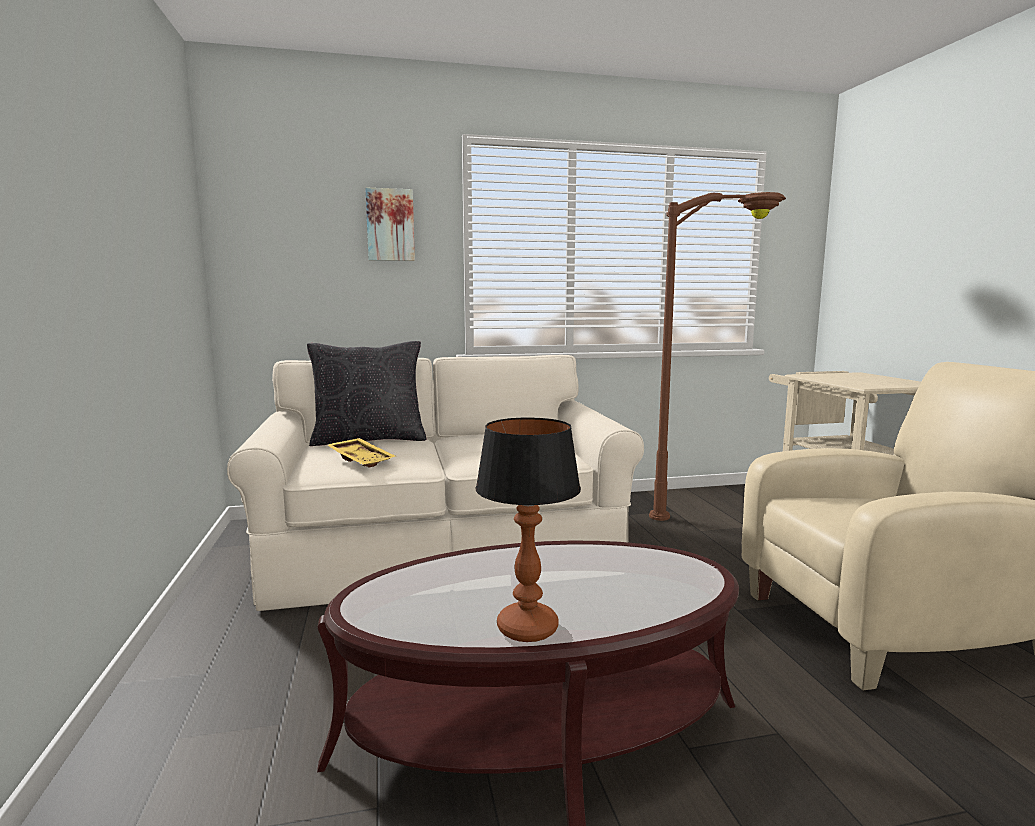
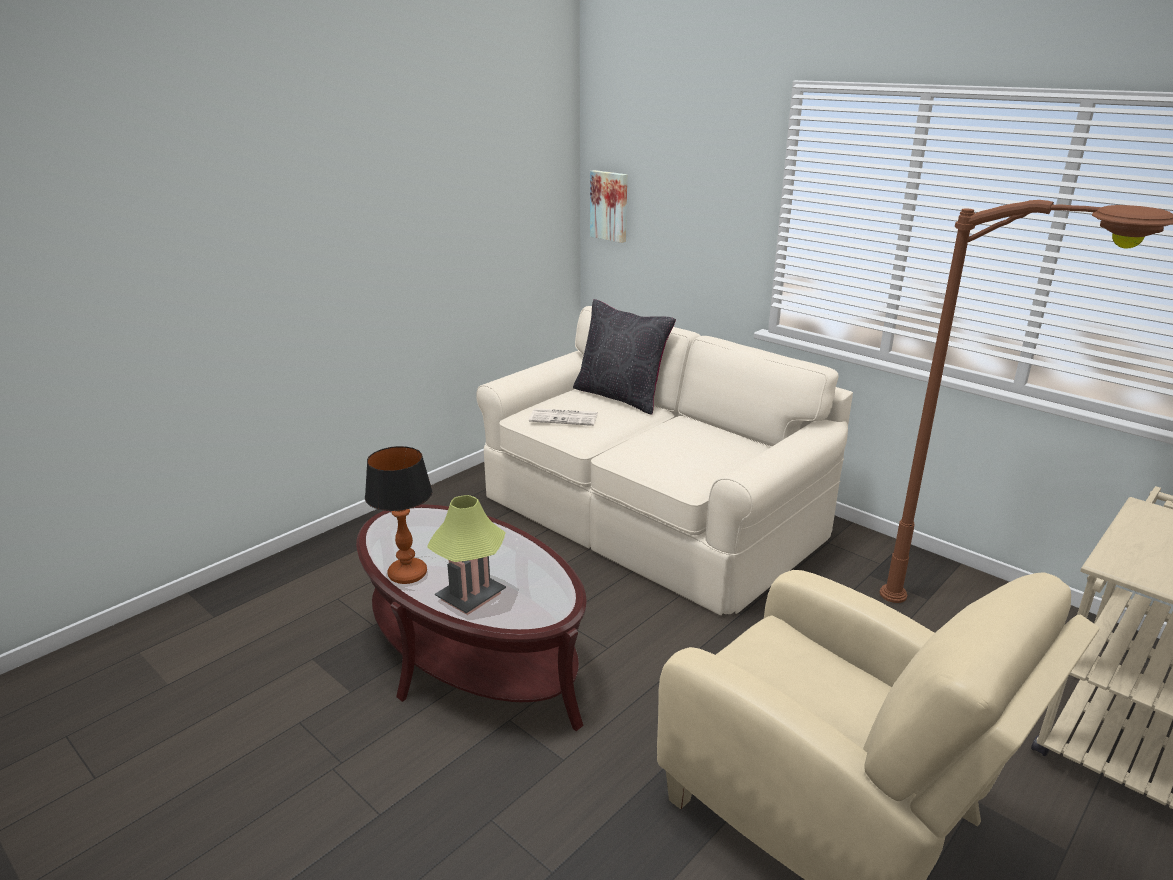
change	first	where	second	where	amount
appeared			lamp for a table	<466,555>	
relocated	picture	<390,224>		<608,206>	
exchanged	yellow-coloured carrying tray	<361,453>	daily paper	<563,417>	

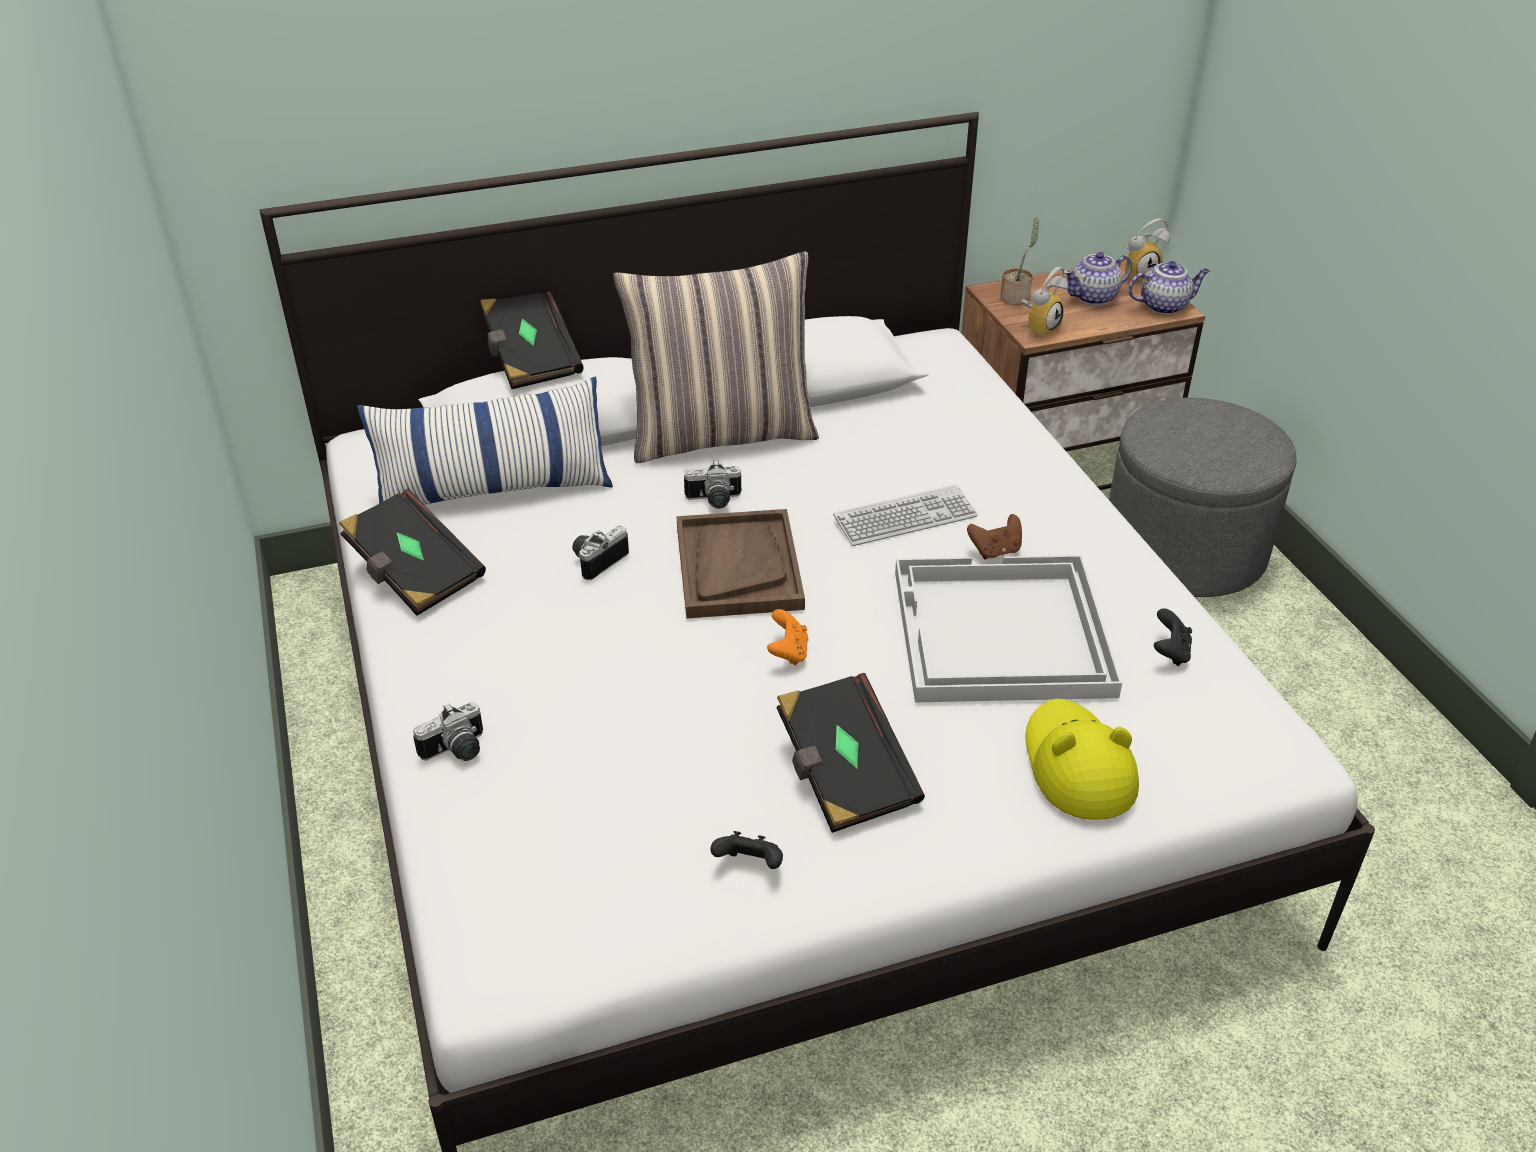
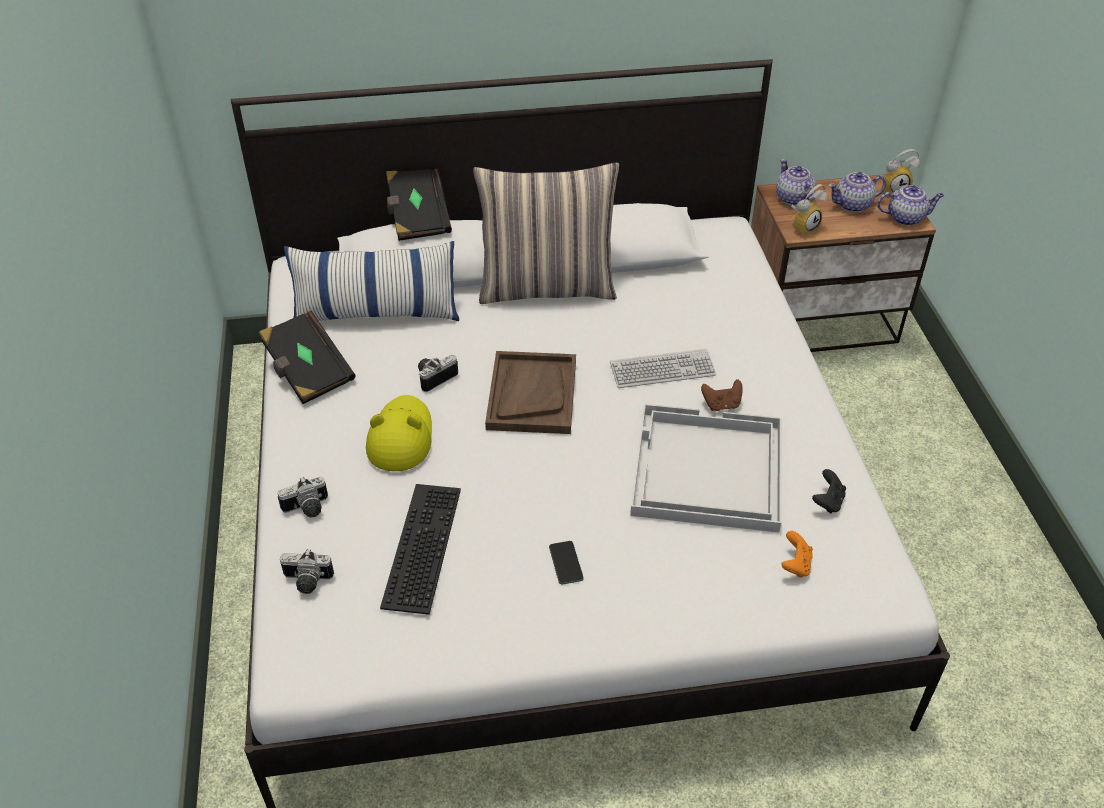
change	first	where	second	where	amount
missing	blackish game controller	<746,850>			
missing	greyish pouffe	<1203,497>			
appeared			keyboard	<420,549>	
relocated	still camera	<712,484>		<307,571>	
relocated	orange game controller	<788,637>		<797,554>	
relocated	yellow-coloured hat	<1082,759>		<399,433>	
exchanged	blackish book	<851,753>	phone	<566,563>	
exchanged	plant in a pot	<1019,261>	pot for tea	<795,182>	

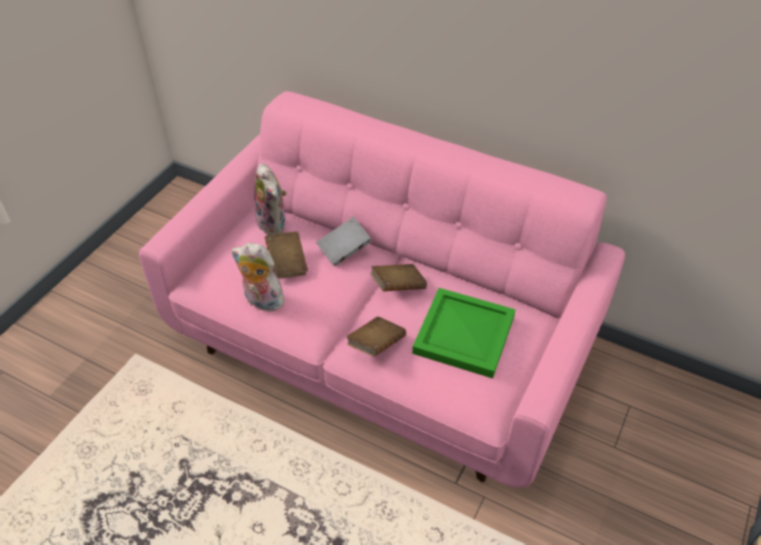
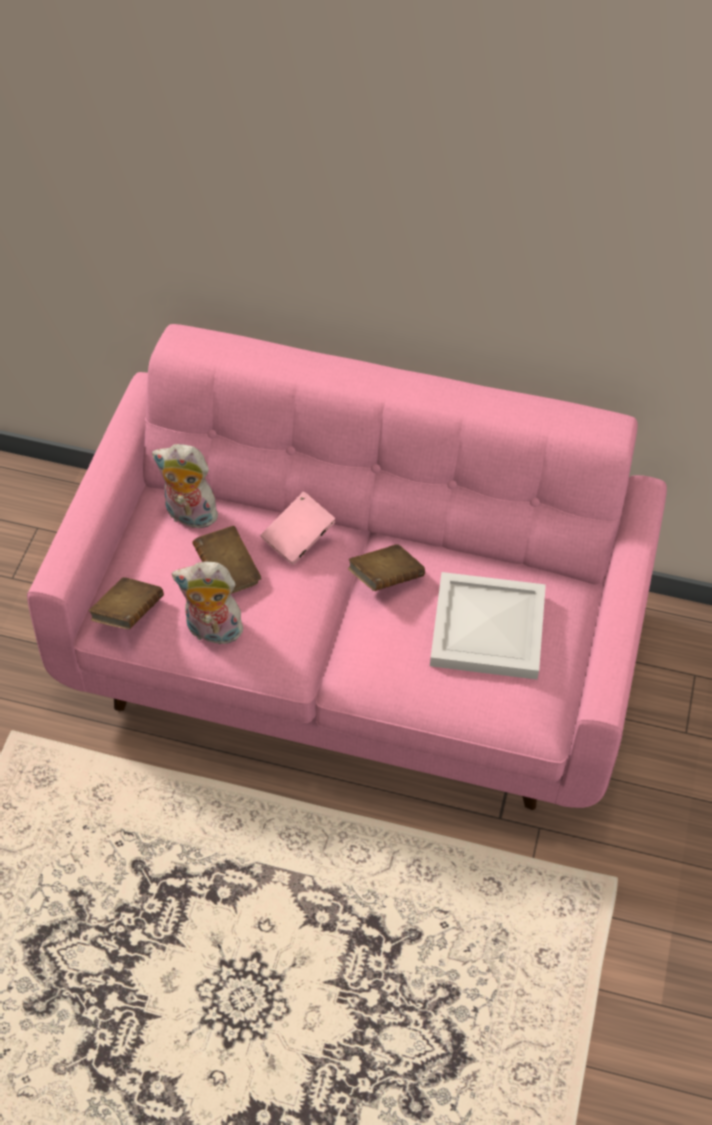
change	first	where	second	where	amount
relocated	brownish book	<376,337>		<126,603>	
colour	greyish book	<343,241>	pink book	<297,528>	
colour	green-coloured carrying tray	<464,333>	whitish carrying tray	<488,626>	
spun	plush toy	<271,198>		<185,486>	150 degrees clockwise

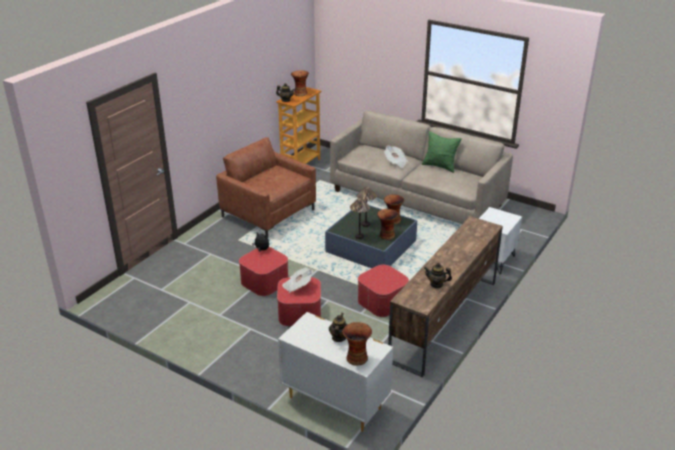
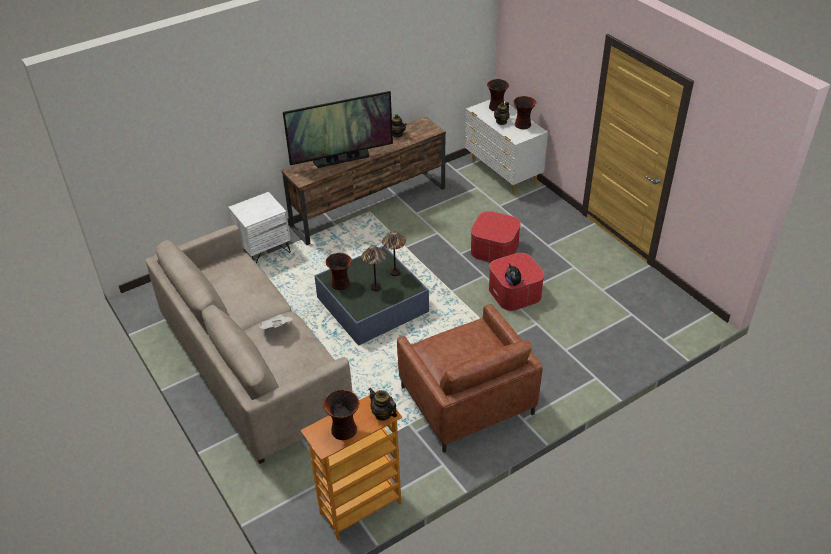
change	first	where	second	where	amount
missing	daily paper	<297,280>			
missing	pouffe	<383,291>			
missing	green-coloured throw pillow	<442,152>			
appeared			television	<338,129>	
relocated	decorative vase	<387,224>		<525,113>	

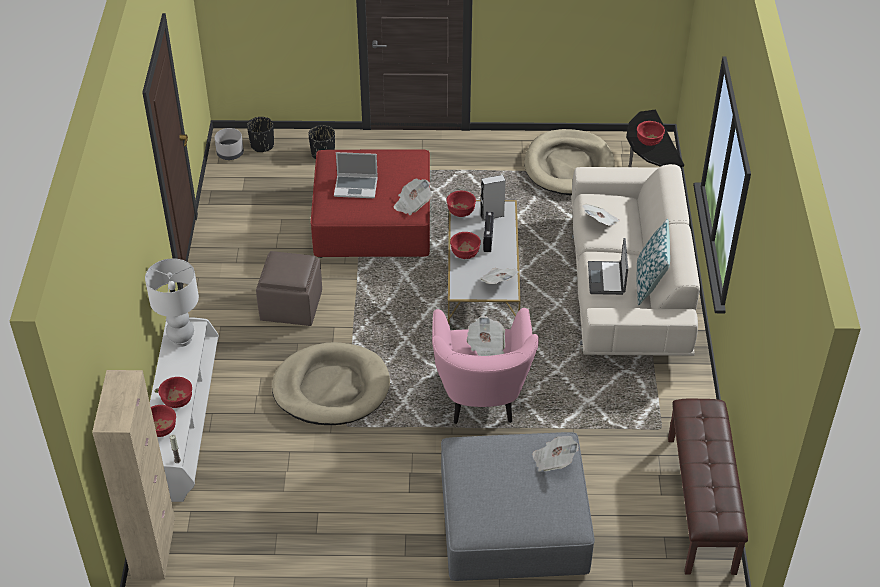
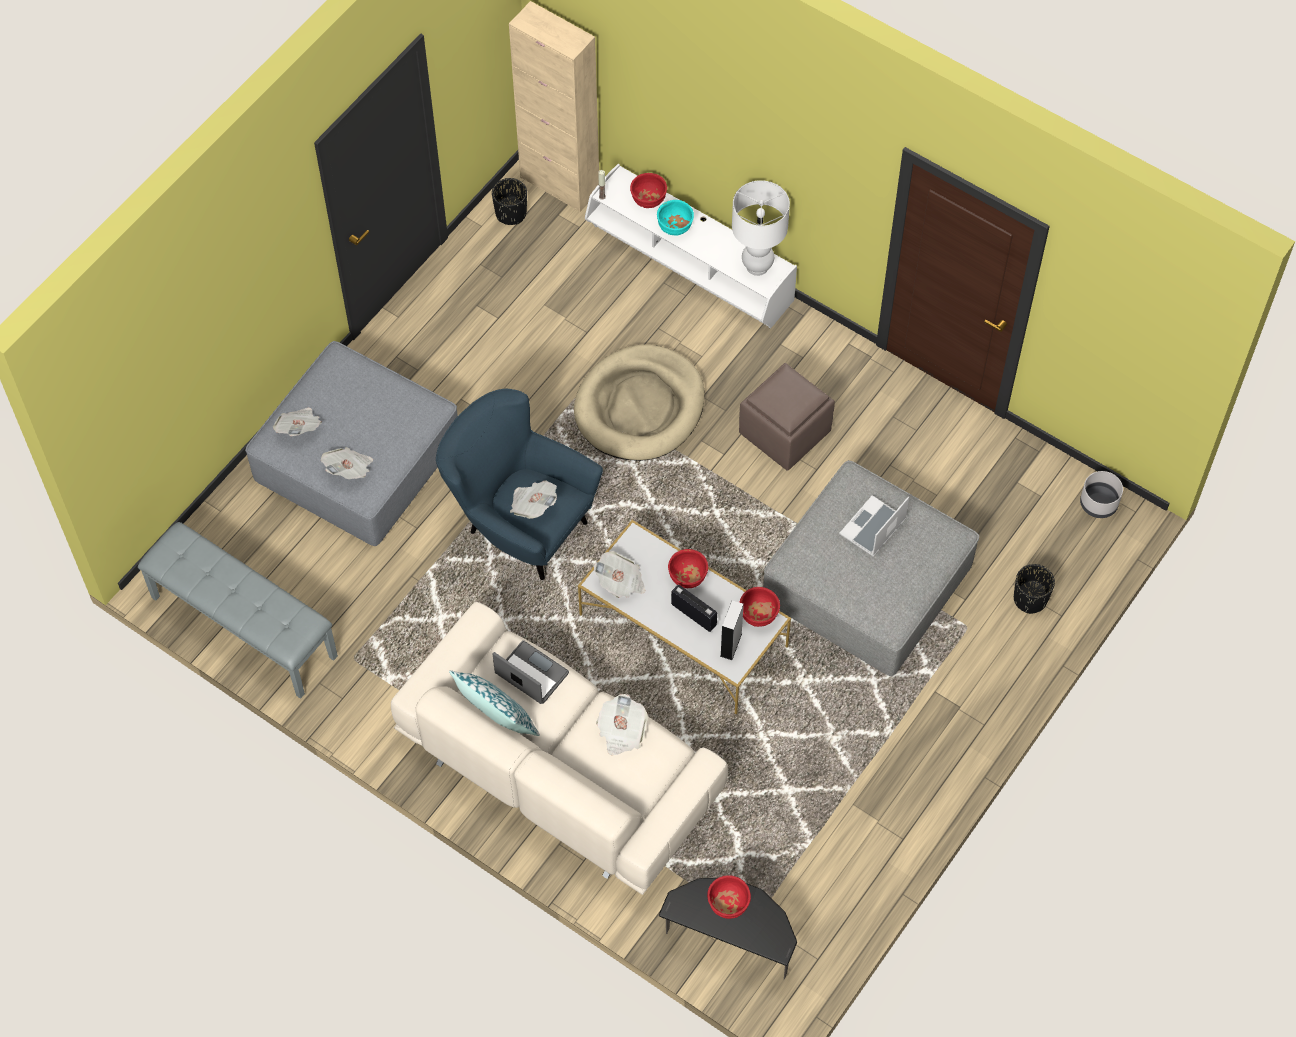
change	first	where	second	where	amount
missing	beige pet bed	<569,162>			
relocated	blackish plant pot	<260,134>		<509,201>	
relocated	daily paper	<413,197>		<297,422>	
colour	red-coloured serving bowl	<175,392>	blue-green serving bowl	<675,218>	
colour	red-coloured pouffe	<370,204>	greyish pouffe	<871,568>	
colour	pink easy chair	<485,366>	bluish easy chair	<519,484>	
colour	brownish indoor bench	<708,486>	greyish indoor bench	<238,610>	

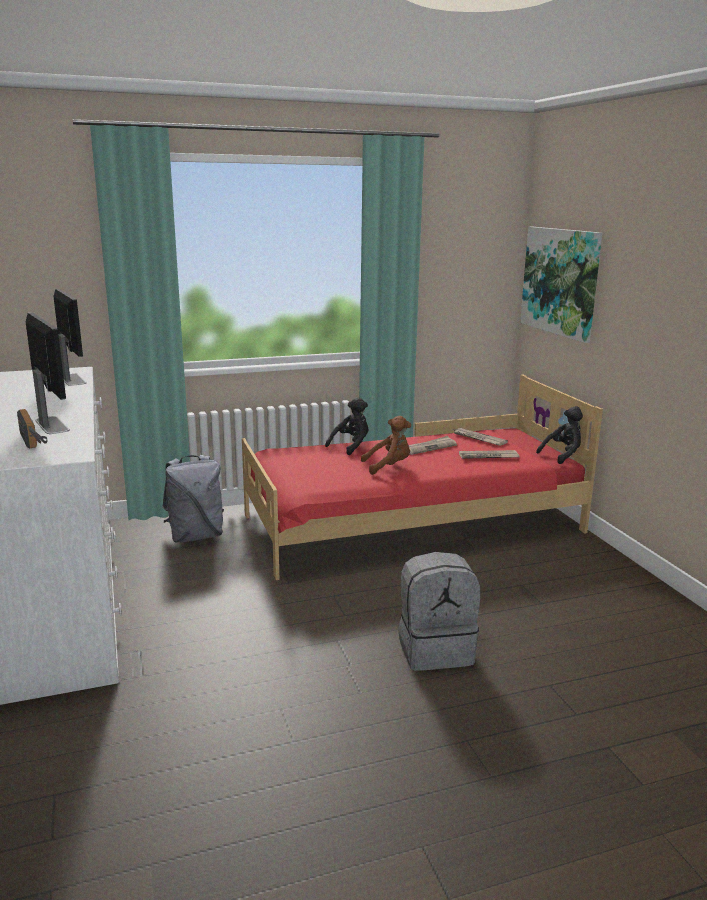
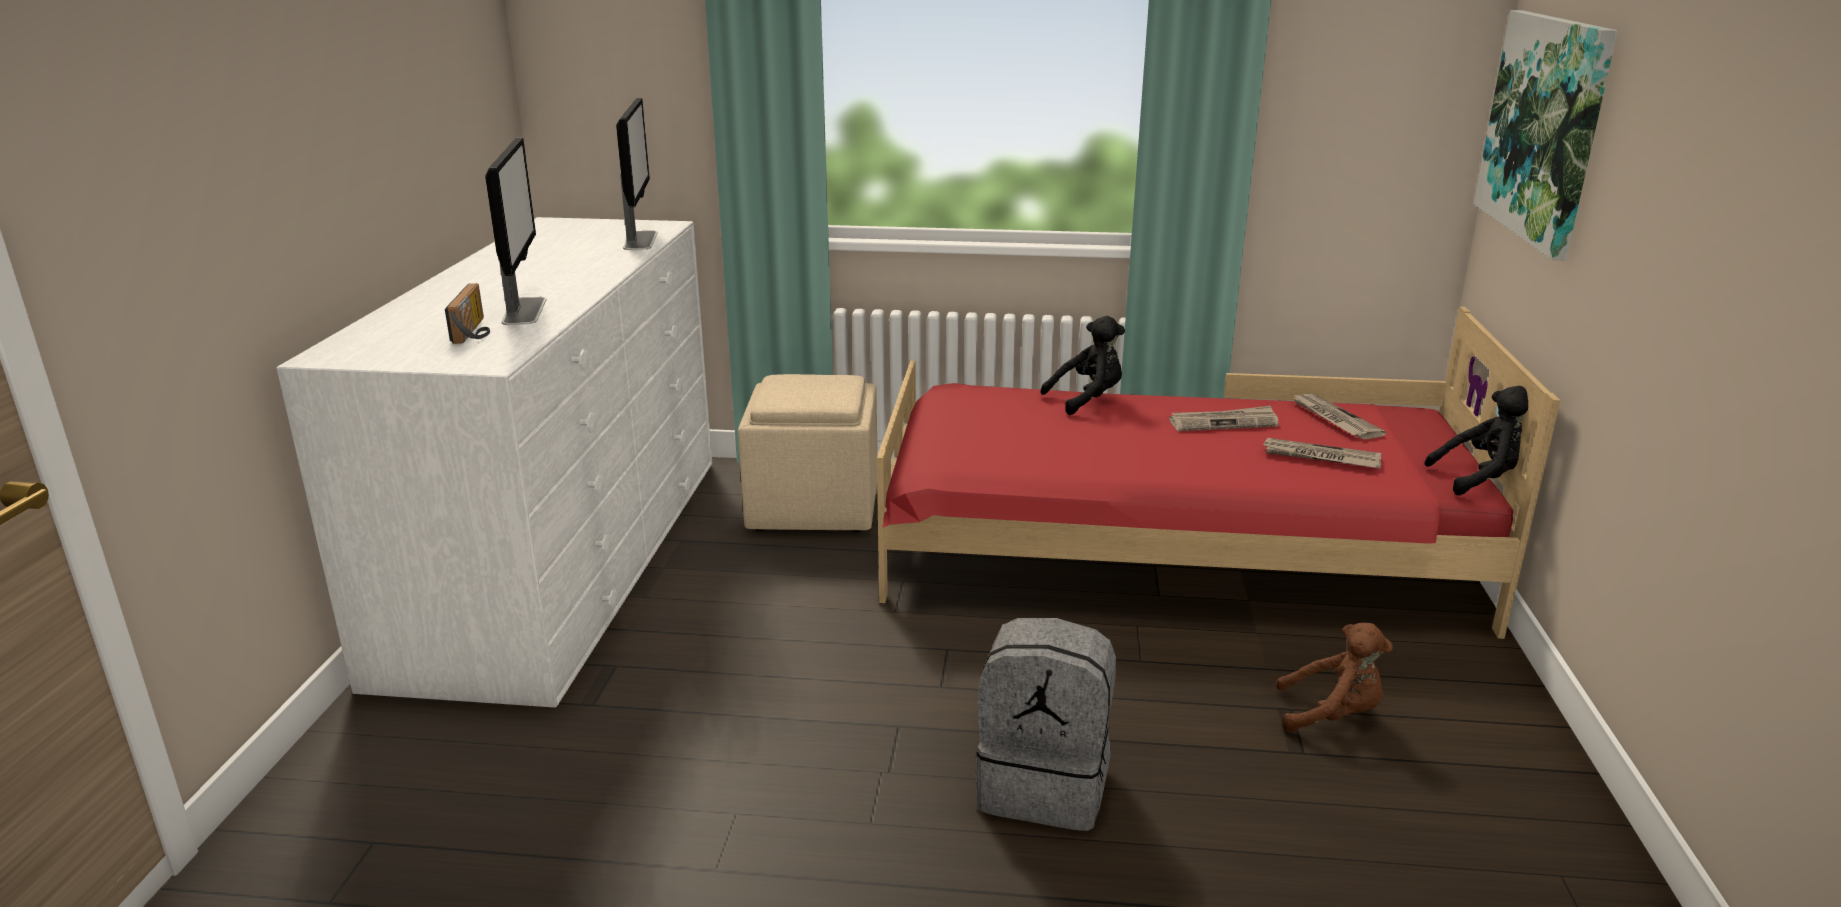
change	first	where	second	where	amount
relocated	brownish plush toy	<386,445>		<1334,678>	
exchanged	greyish backpack	<193,499>	beige pouffe	<808,453>	

